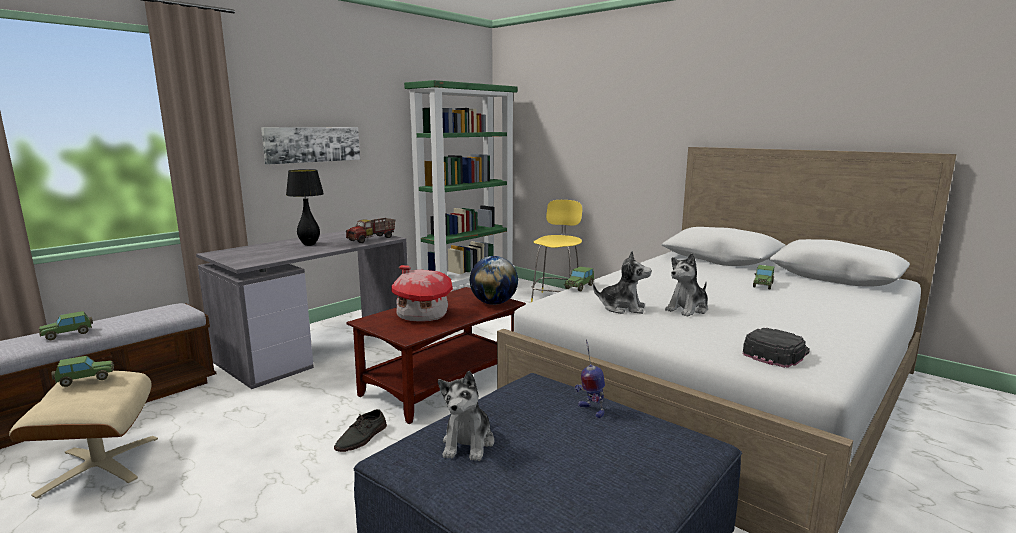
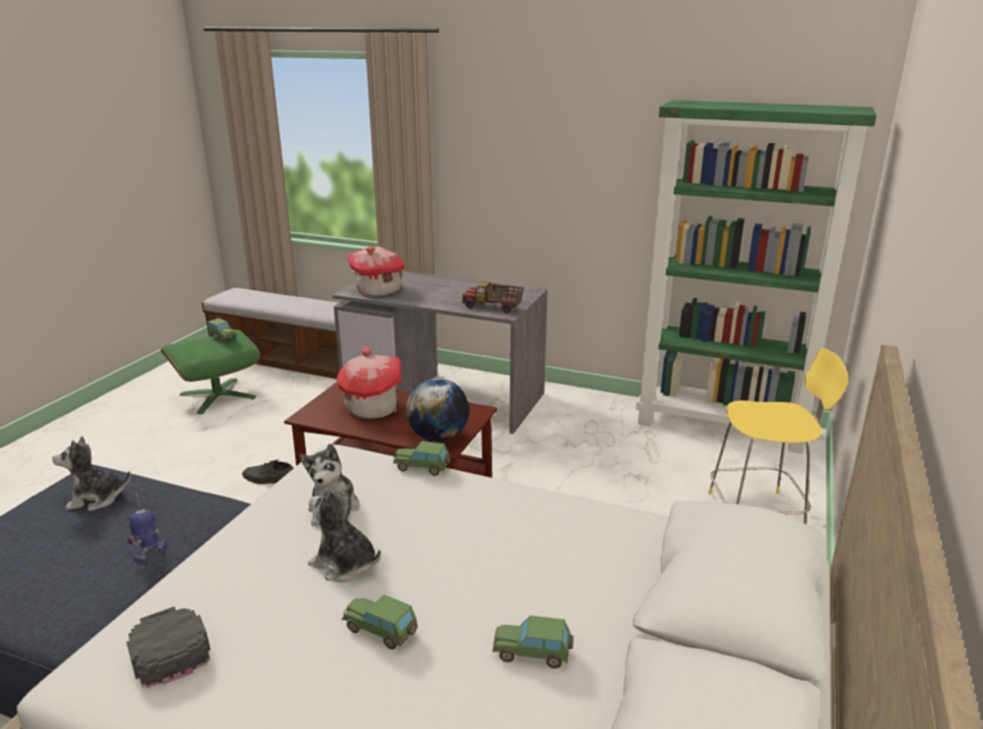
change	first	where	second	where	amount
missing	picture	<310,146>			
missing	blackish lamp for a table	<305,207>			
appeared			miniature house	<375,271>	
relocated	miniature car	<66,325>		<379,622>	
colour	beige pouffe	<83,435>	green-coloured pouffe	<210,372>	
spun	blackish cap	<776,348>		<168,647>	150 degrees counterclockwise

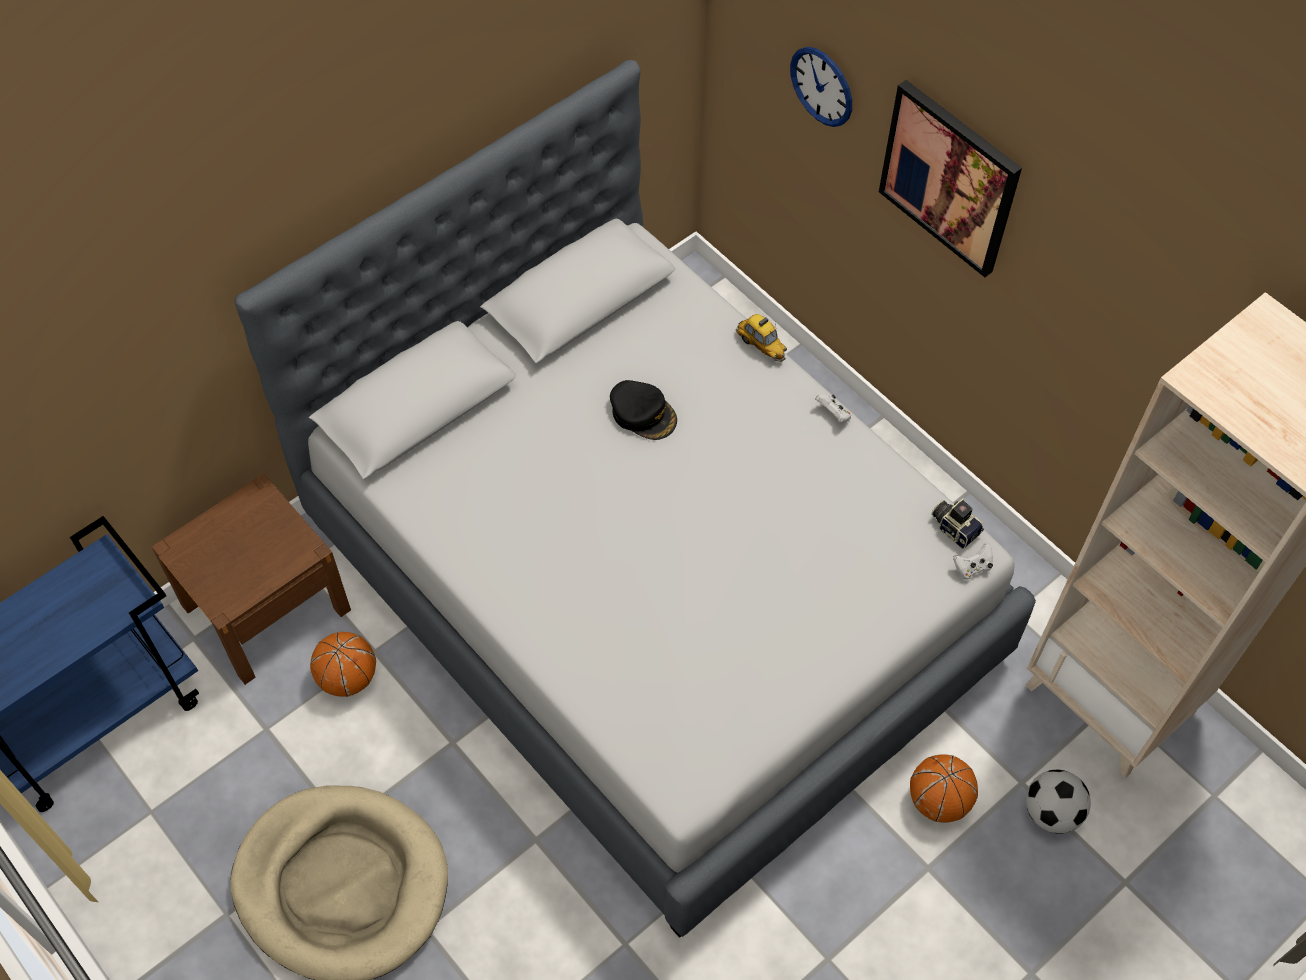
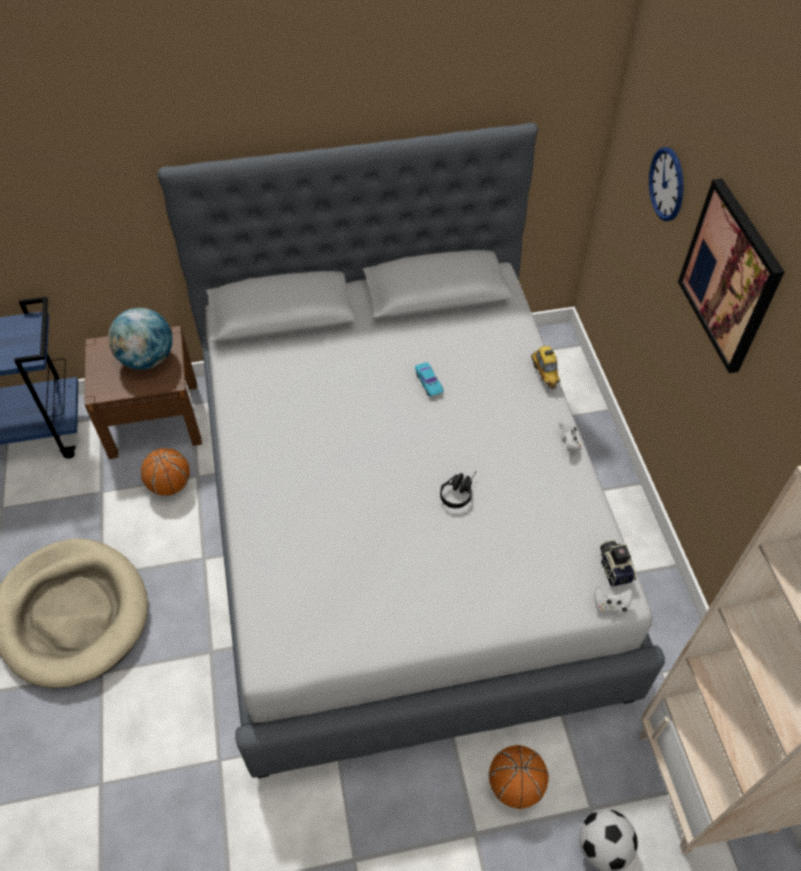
change	first	where	second	where	amount
appeared			desk globe	<140,339>	
appeared			blackish headset	<458,490>	
exchanged	blackish cap	<643,410>	blue-green miniature car	<429,379>	

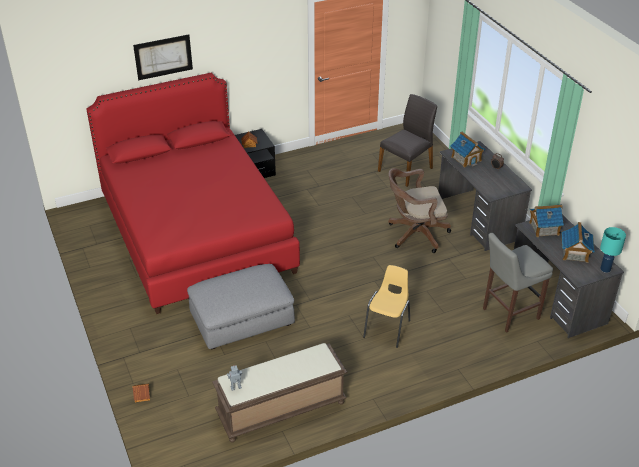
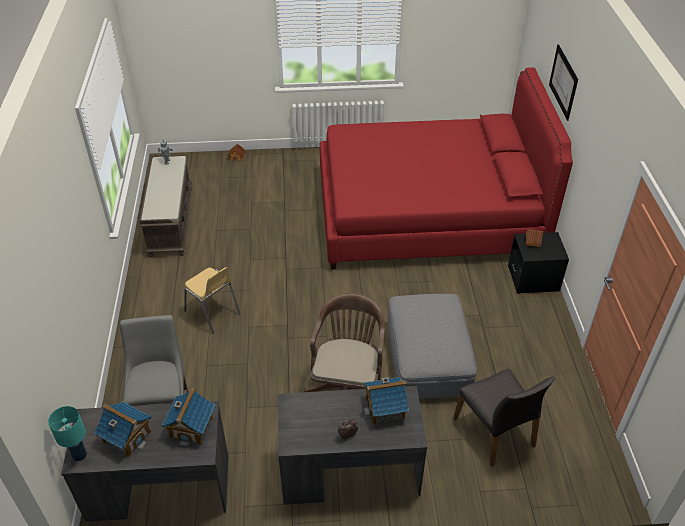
change	first	where	second	where	amount
relocated	greyish pouffe	<241,306>		<432,346>	

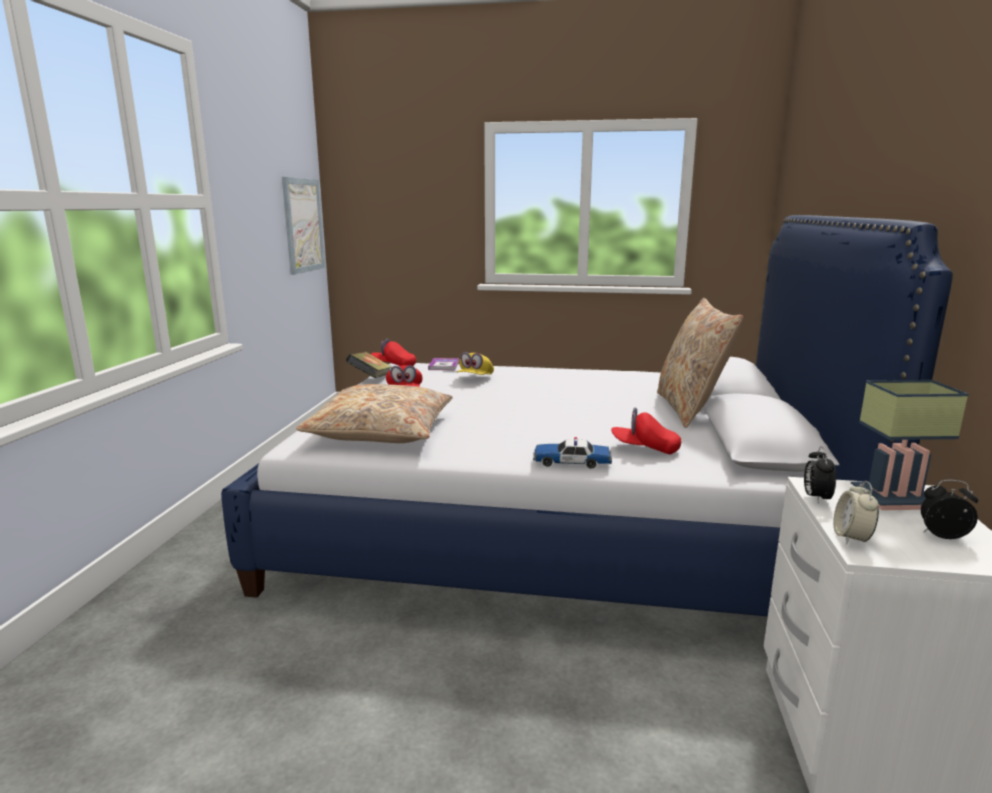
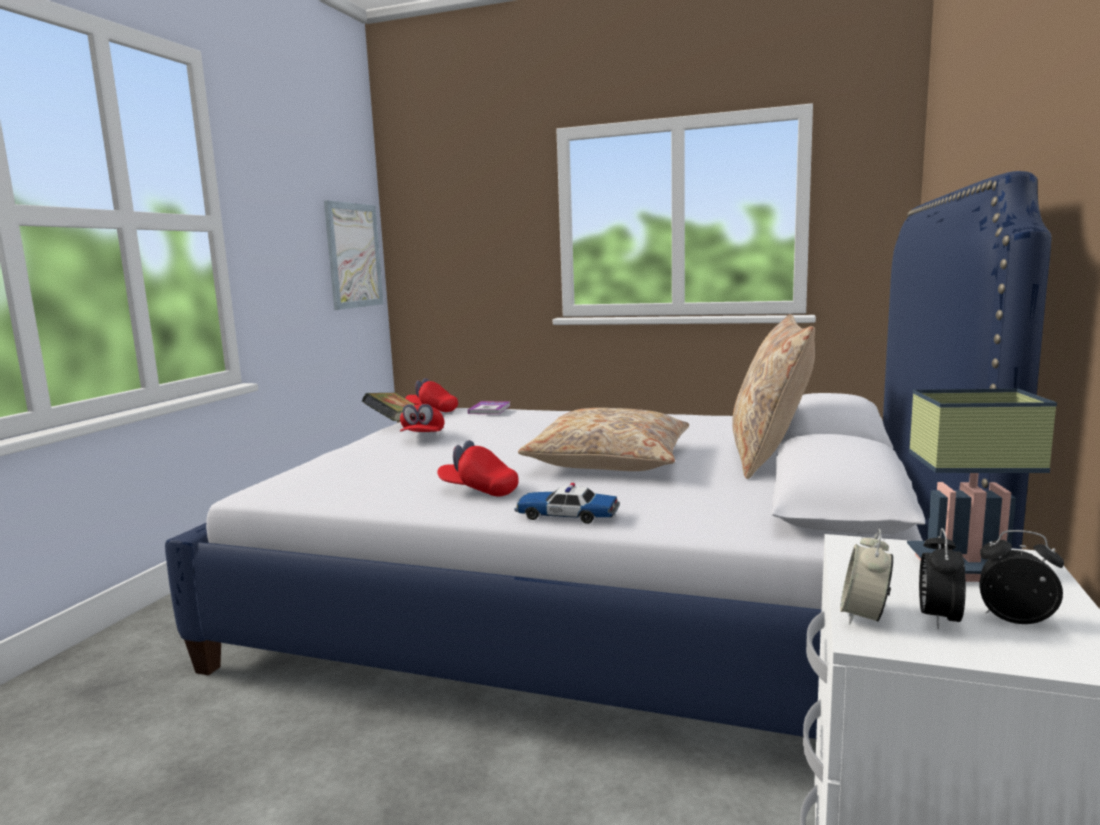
change	first	where	second	where	amount
missing	yellow-coloured cap	<475,363>			
relocated	beige throw pillow	<374,413>		<603,439>	
relocated	red-coloured cap	<646,431>		<478,468>	
relocated	alarm clock	<820,475>		<942,579>	

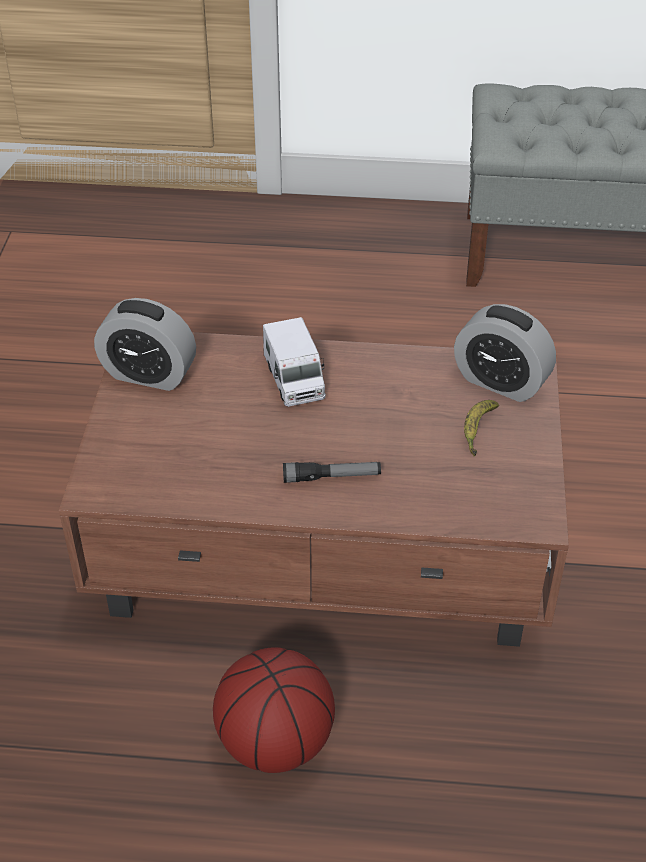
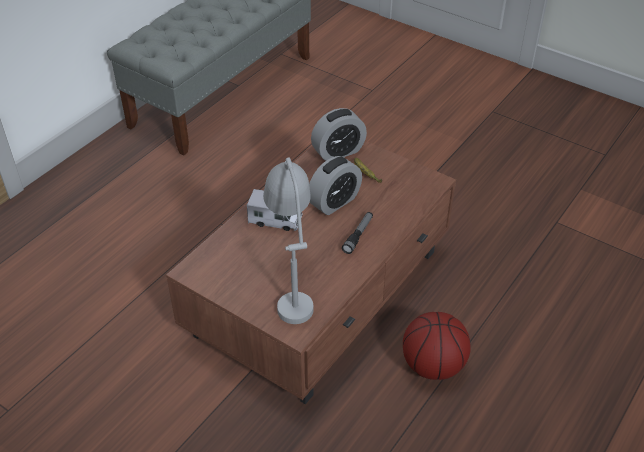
change	first	where	second	where	amount
appeared			greyish lamp for a table	<288,240>	
relocated	alarm clock	<145,344>		<335,185>	

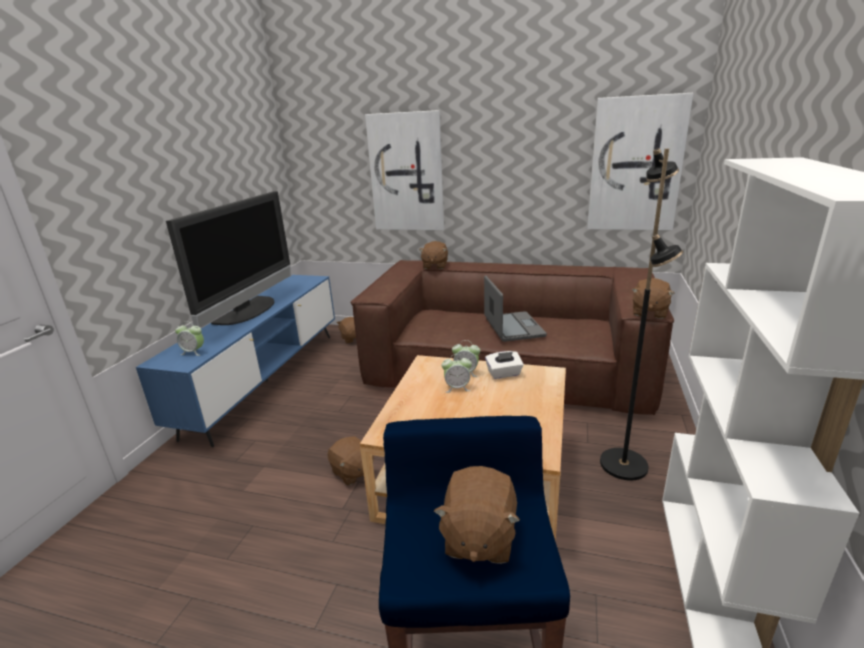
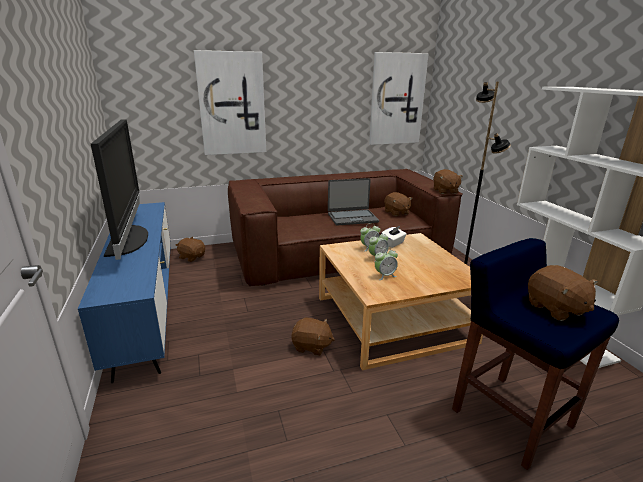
change	first	where	second	where	amount
relocated	alarm clock	<189,339>		<386,264>	
relocated	brownish plush toy	<433,255>		<398,204>	
spun	portable computer	<515,308>		<353,202>	120 degrees clockwise

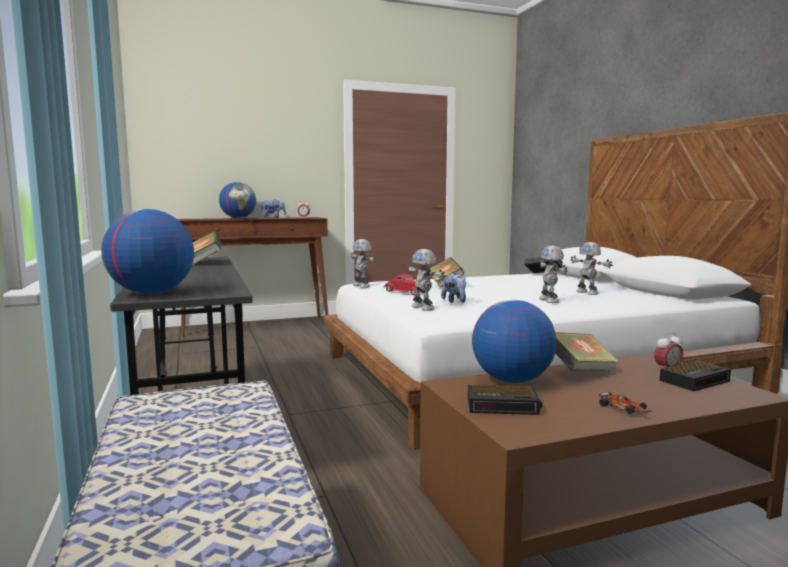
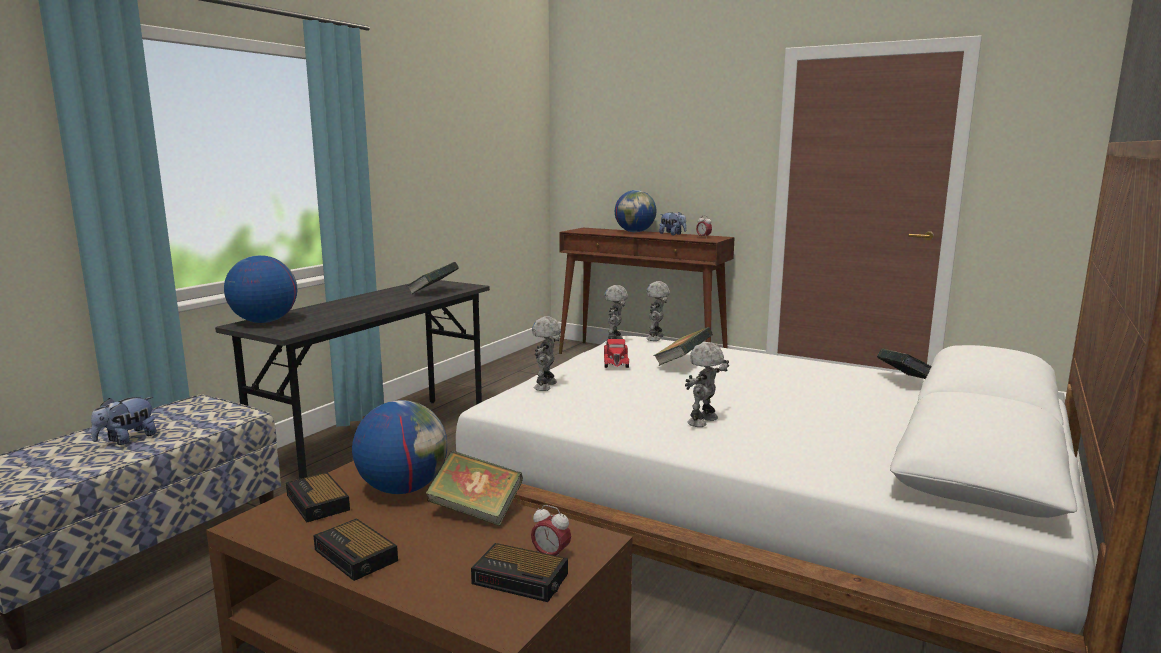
change	first	where	second	where	amount
relocated	plush toy	<453,288>		<123,421>	
relocated	toy robot	<591,268>		<658,311>	
exchanged	miniature car	<625,403>	alarm clock	<355,549>	

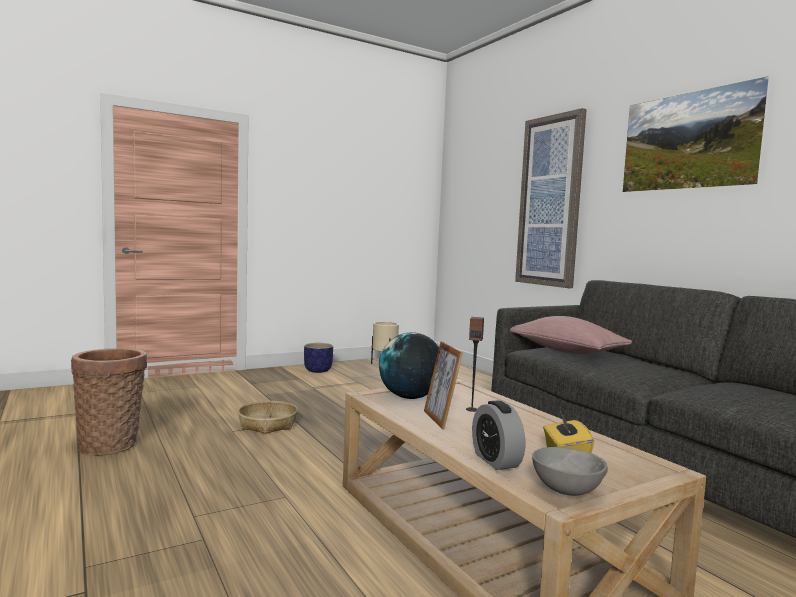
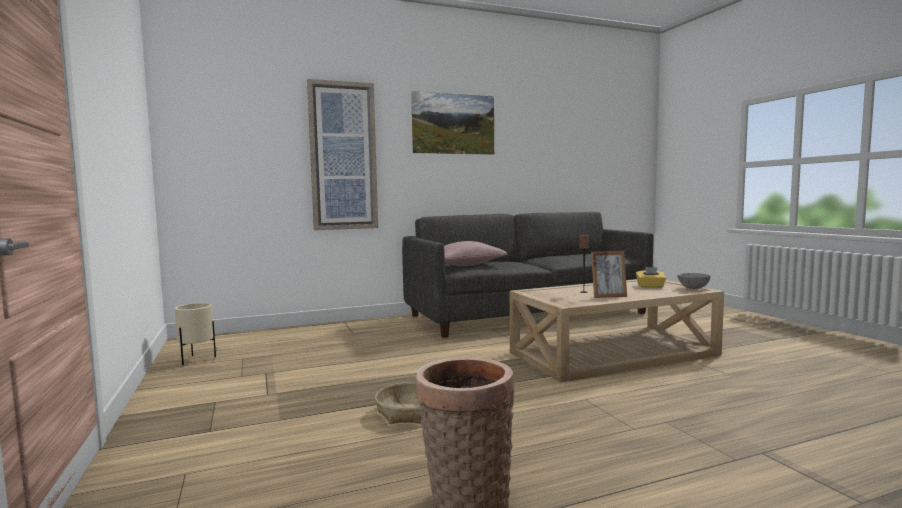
change	first	where	second	where	amount
missing	plant pot	<318,358>			
missing	desk globe	<409,365>			
missing	alarm clock	<498,435>			

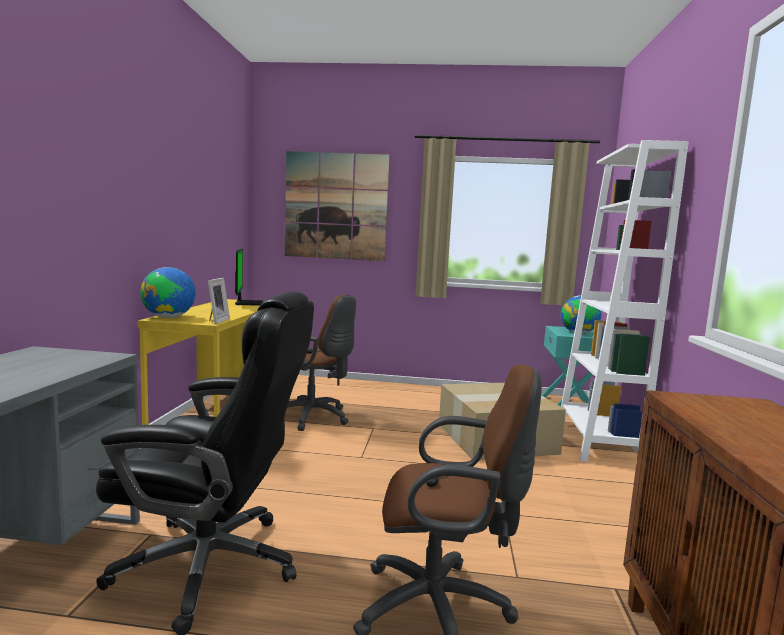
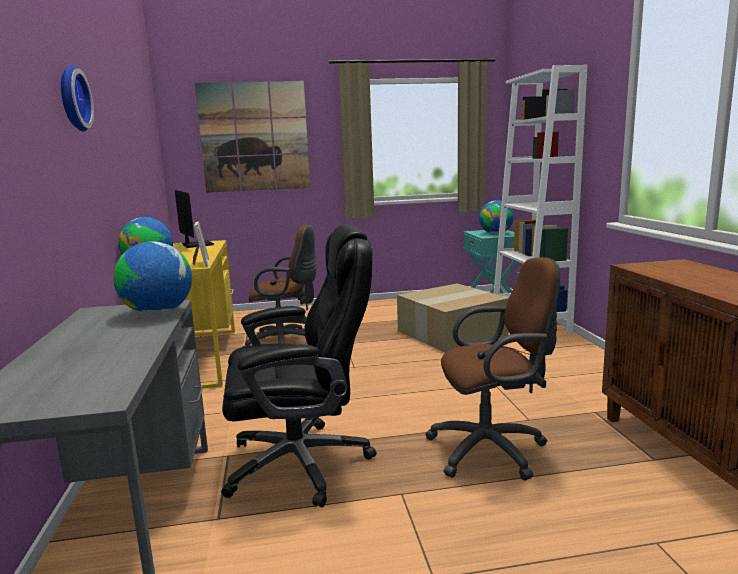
change	first	where	second	where	amount
appeared			wall clock	<77,98>	
appeared			desk globe	<152,278>	

